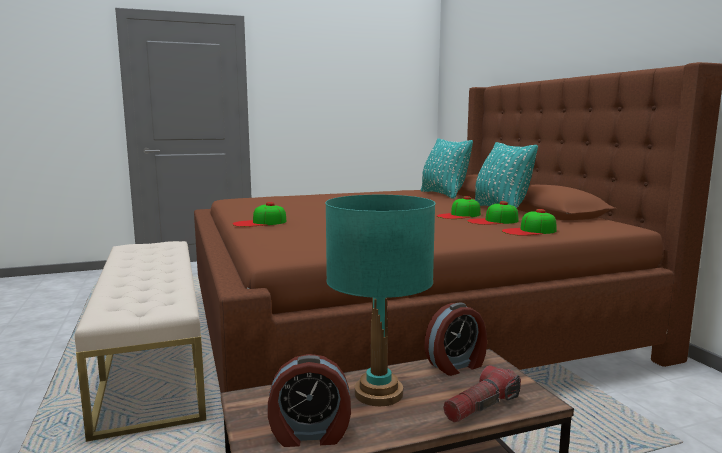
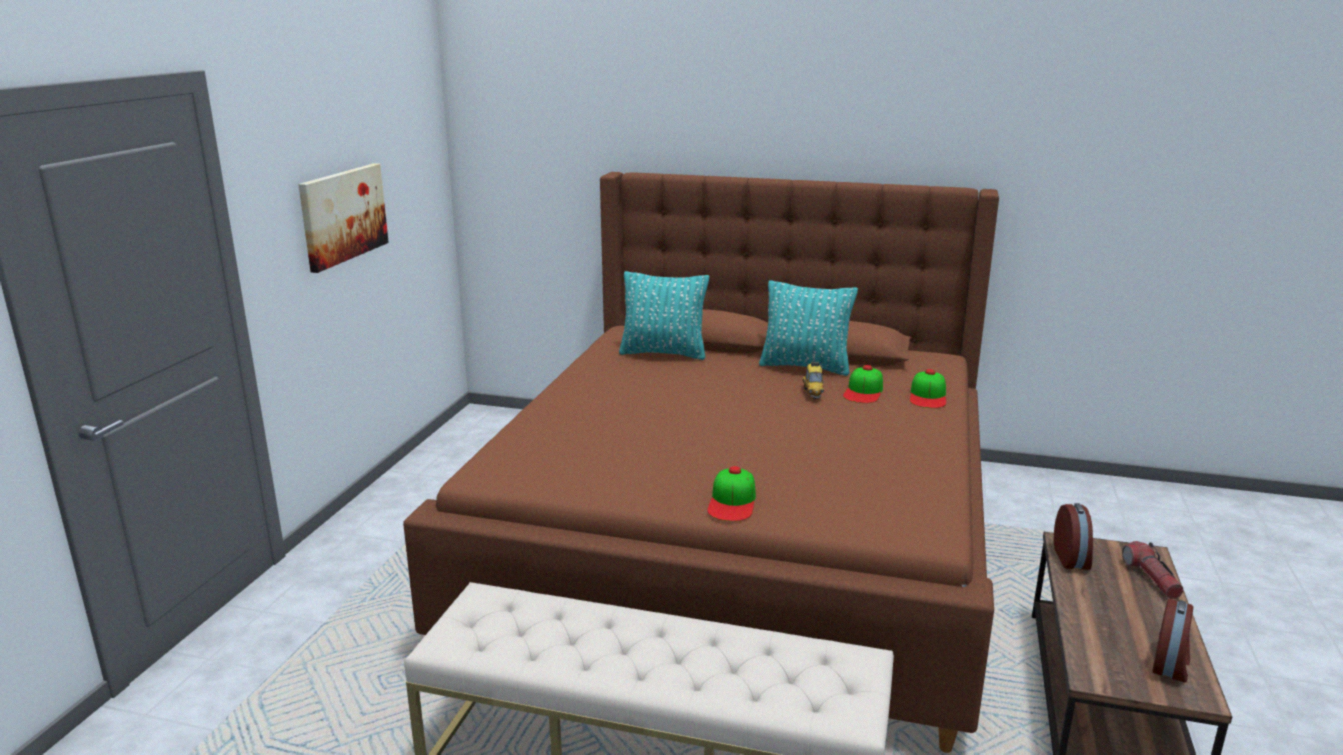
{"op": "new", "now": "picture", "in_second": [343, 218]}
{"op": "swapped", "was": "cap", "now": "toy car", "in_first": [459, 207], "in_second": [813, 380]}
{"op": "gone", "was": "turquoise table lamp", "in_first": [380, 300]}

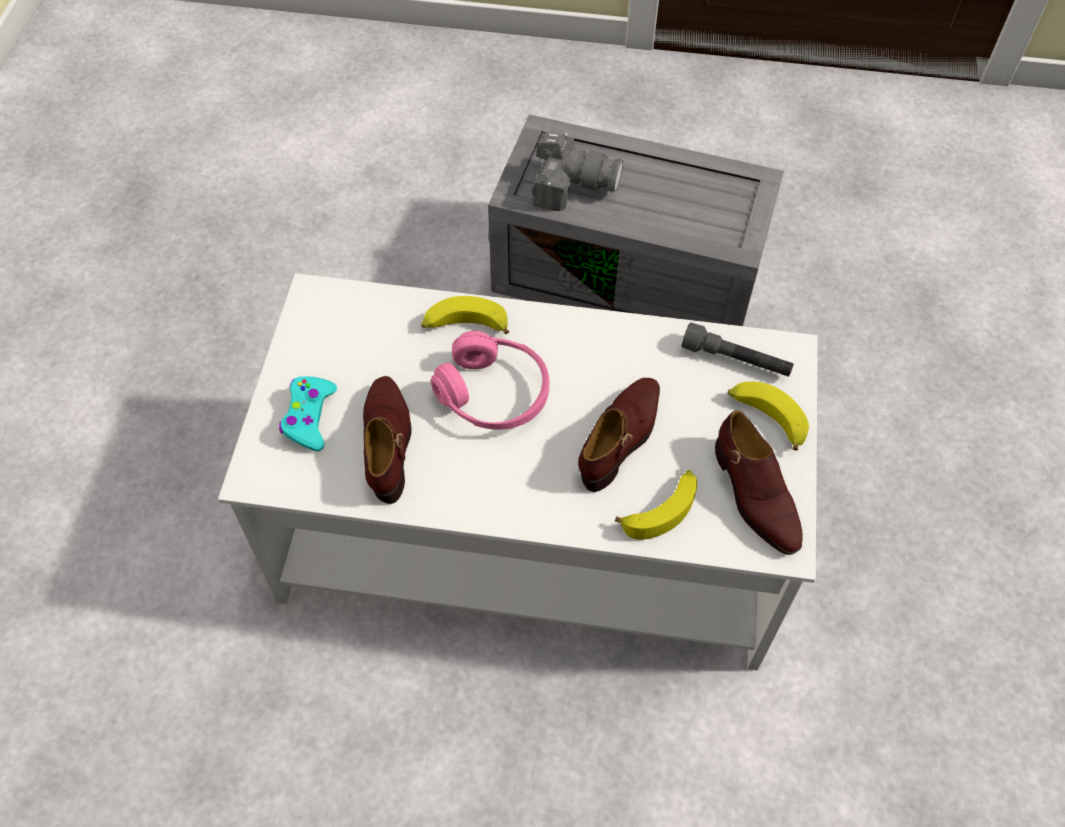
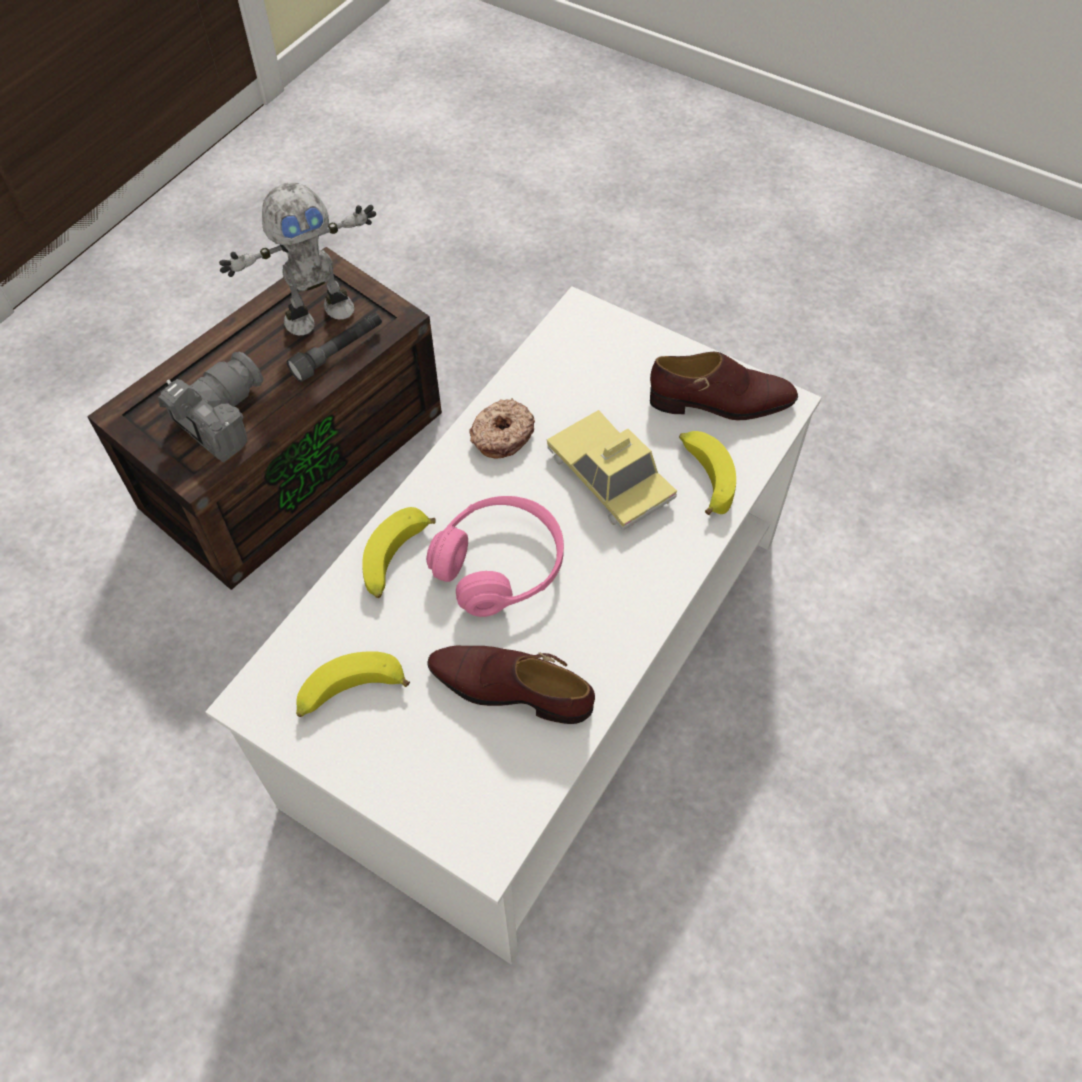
{"op": "repainted", "was": "grey storage box", "now": "brown storage box", "in_first": [636, 220], "in_second": [264, 418]}
{"op": "new", "now": "toy robot", "in_second": [297, 259]}
{"op": "shifted", "was": "grey flashlight", "in_first": [738, 349], "in_second": [334, 347]}
{"op": "shifted", "was": "banana", "in_first": [768, 416], "in_second": [353, 684]}
{"op": "new", "now": "donut", "in_second": [502, 428]}
{"op": "swapped", "was": "brown shoe", "now": "toy car", "in_first": [619, 435], "in_second": [612, 470]}
{"op": "gone", "was": "turquoise game controller", "in_first": [308, 413]}

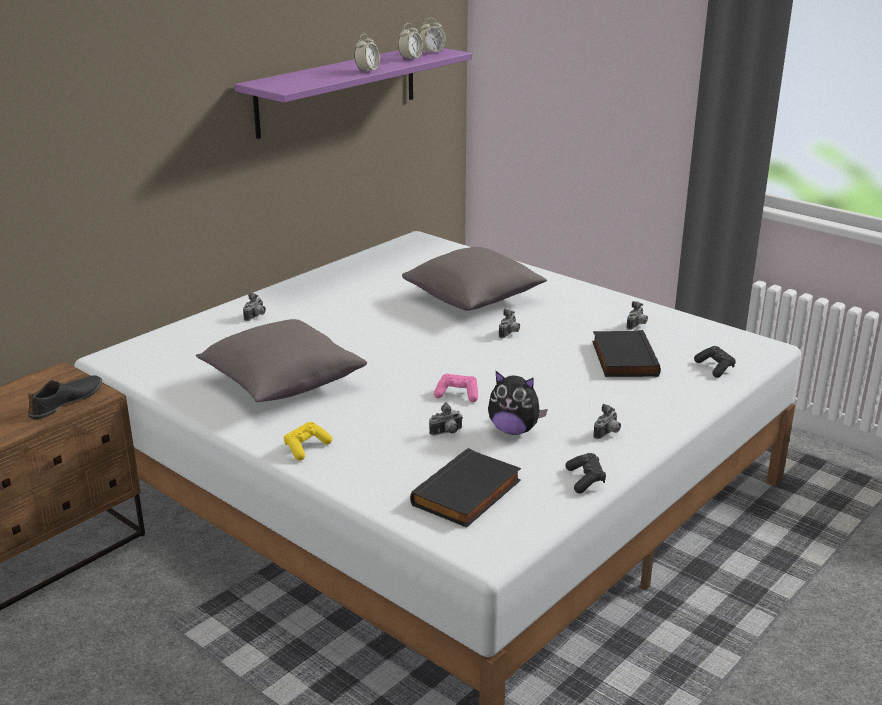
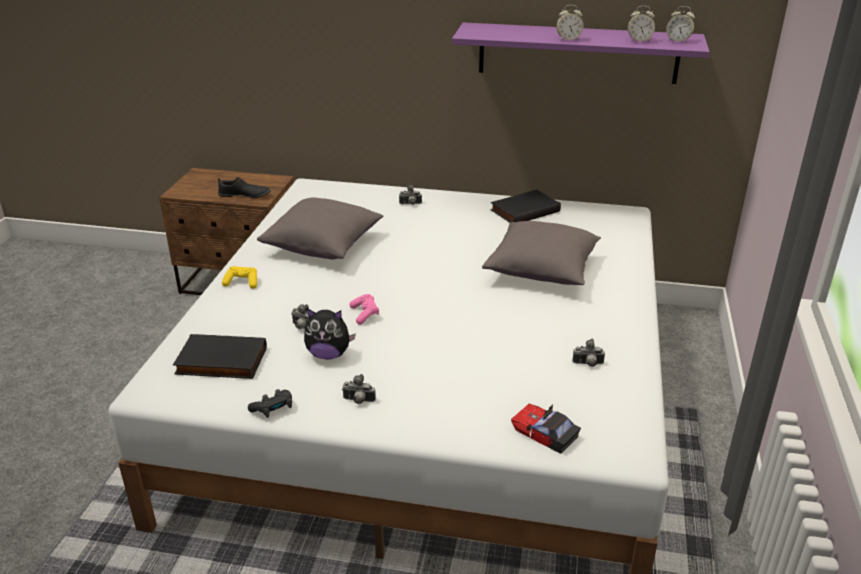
{"op": "rotated", "was": "plush toy", "in_first": [518, 403], "in_second": [330, 334], "clockwise": -75}
{"op": "shifted", "was": "black book", "in_first": [626, 353], "in_second": [525, 206]}
{"op": "swapped", "was": "black game controller", "now": "toy car", "in_first": [715, 362], "in_second": [546, 428]}
{"op": "gone", "was": "photo camera", "in_first": [509, 323]}

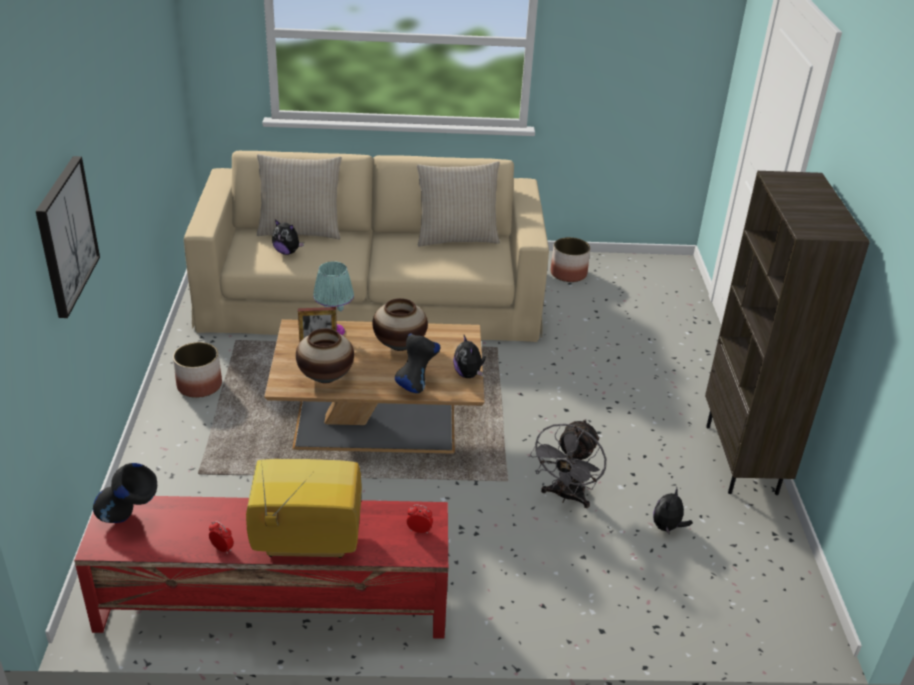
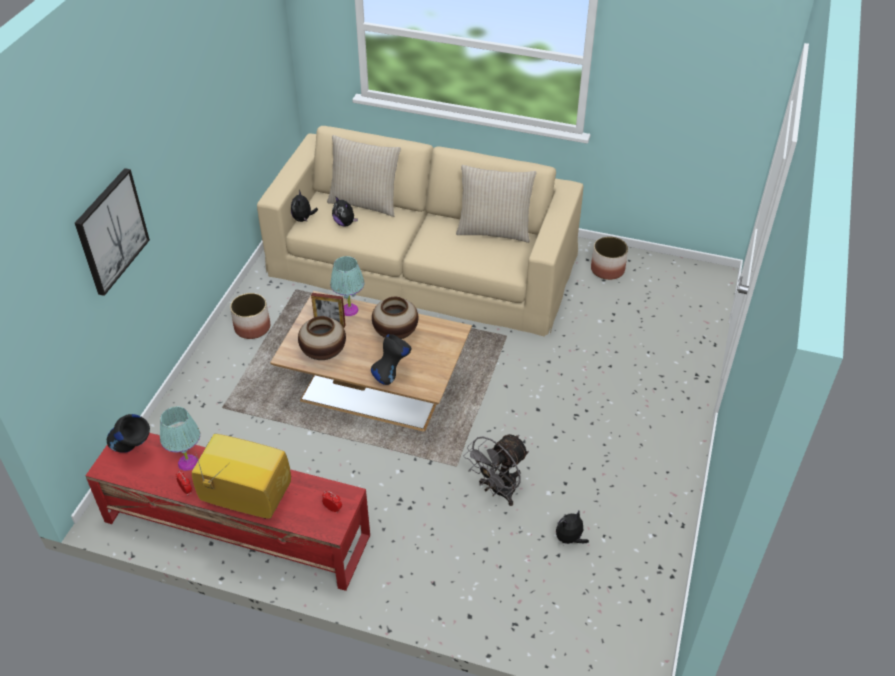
{"op": "new", "now": "turquoise table lamp", "in_second": [180, 438]}
{"op": "shifted", "was": "plush toy", "in_first": [469, 356], "in_second": [304, 206]}
{"op": "gone", "was": "brown bookcase", "in_first": [787, 333]}

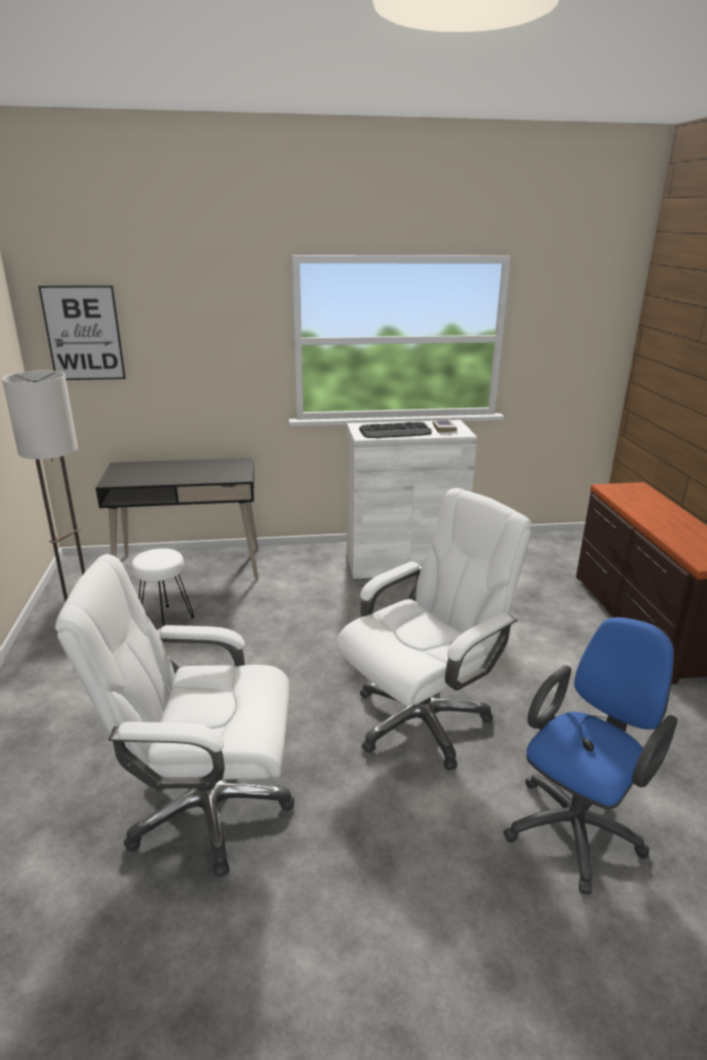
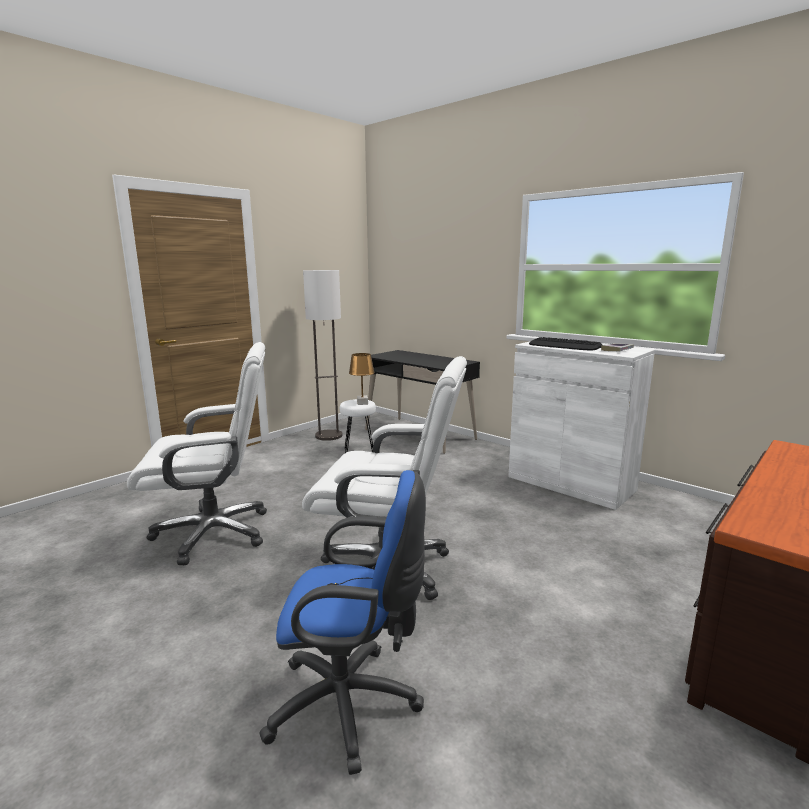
{"op": "rotated", "was": "white office chair", "in_first": [174, 715], "in_second": [197, 453], "clockwise": 120}
{"op": "new", "now": "brown table lamp", "in_second": [362, 379]}
{"op": "gone", "was": "picture", "in_first": [82, 332]}

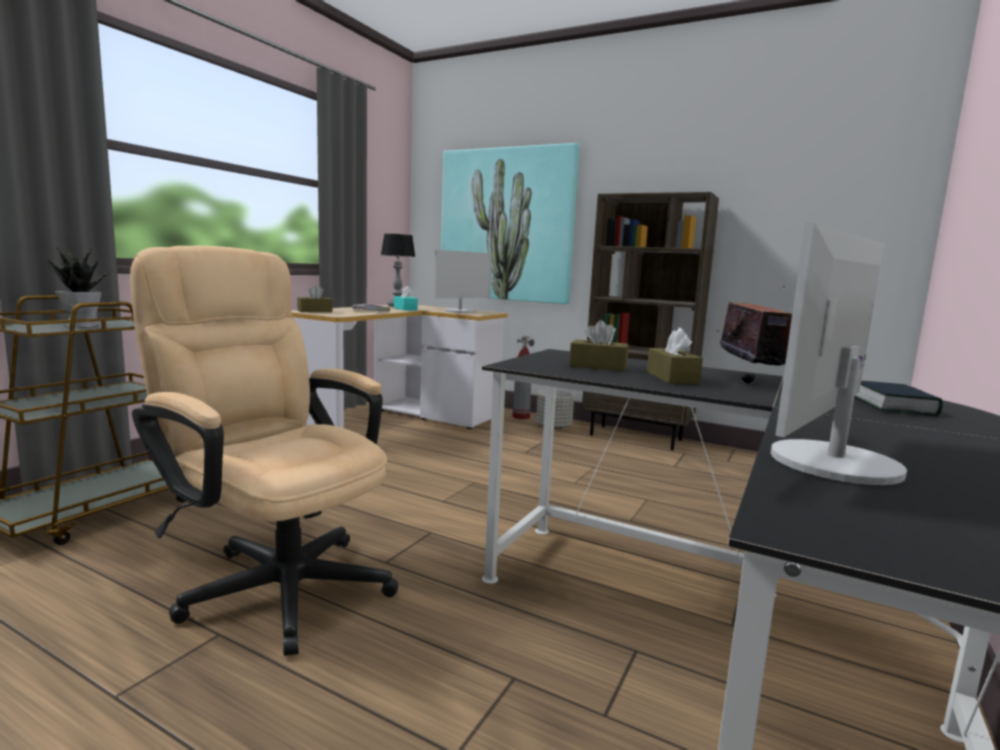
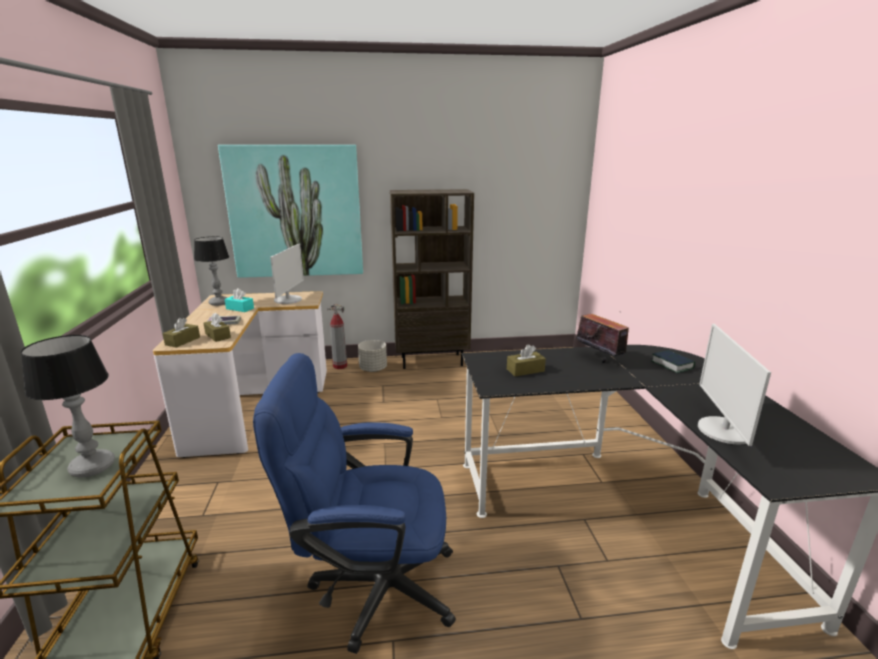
{"op": "swapped", "was": "potted plant", "now": "table lamp", "in_first": [80, 287], "in_second": [68, 406]}
{"op": "shifted", "was": "brown tissue box", "in_first": [675, 356], "in_second": [217, 327]}
{"op": "repainted", "was": "beige office chair", "now": "blue office chair", "in_first": [264, 451], "in_second": [354, 503]}

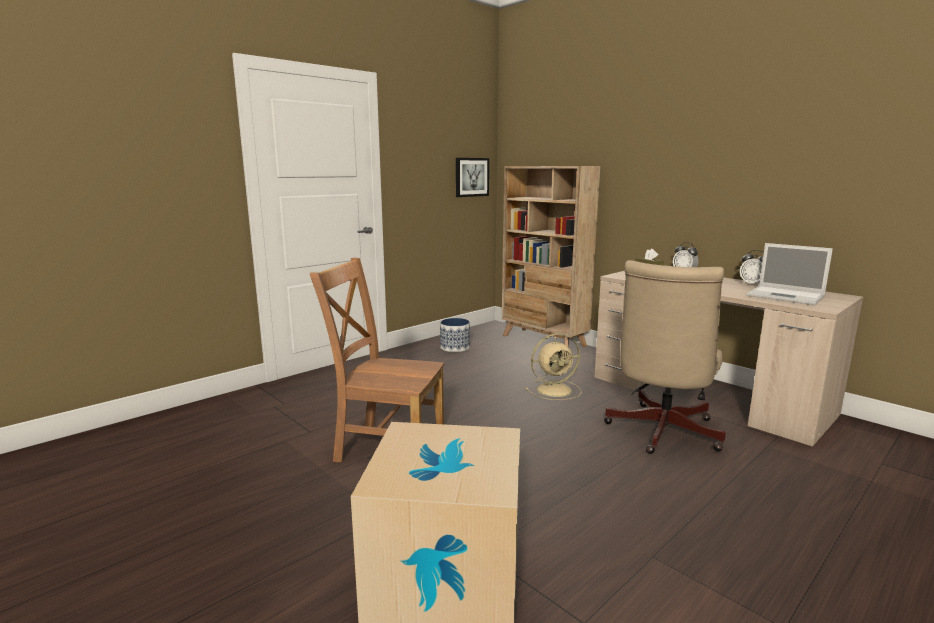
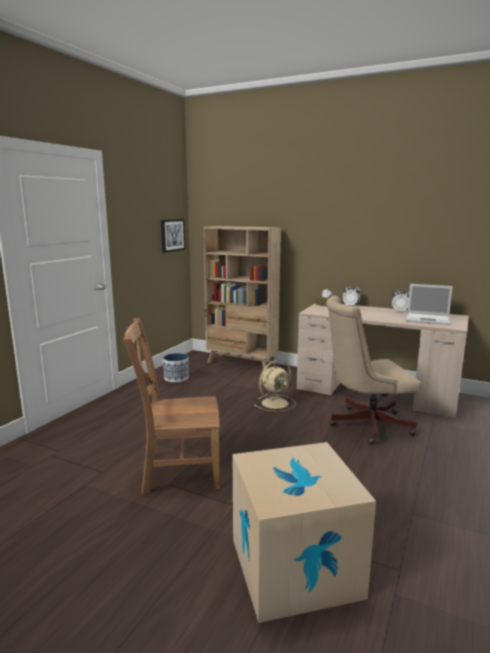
{"op": "rotated", "was": "beige office chair", "in_first": [665, 357], "in_second": [373, 370], "clockwise": 75}

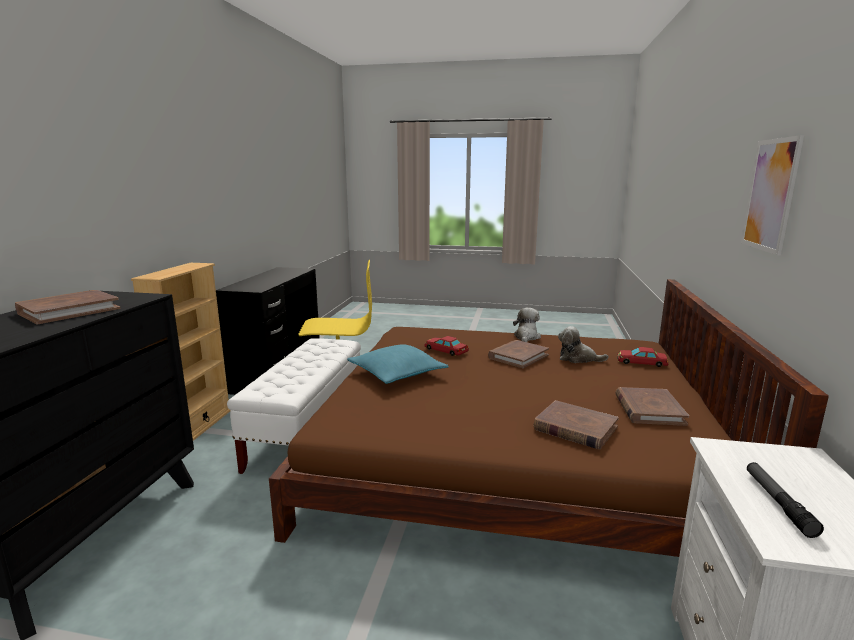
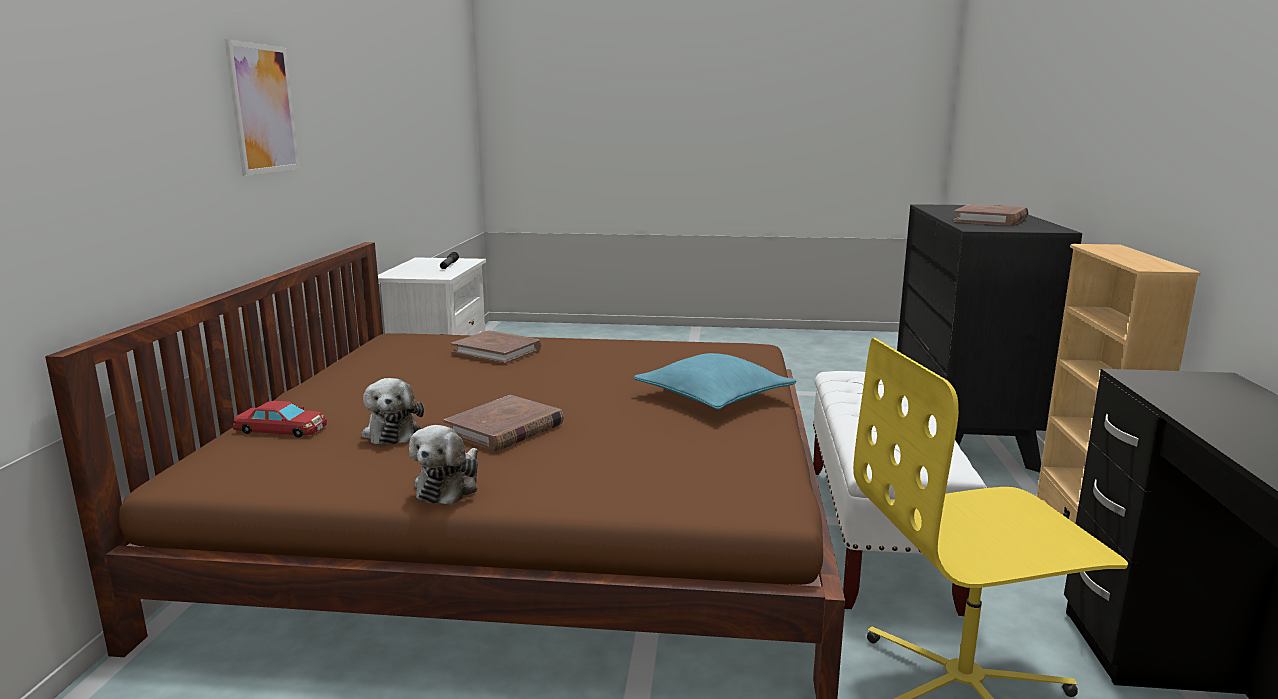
{"op": "rotated", "was": "plush toy", "in_first": [583, 344], "in_second": [392, 411], "clockwise": 60}
{"op": "gone", "was": "red toy car", "in_first": [447, 346]}
{"op": "gone", "was": "brown book", "in_first": [652, 406]}

